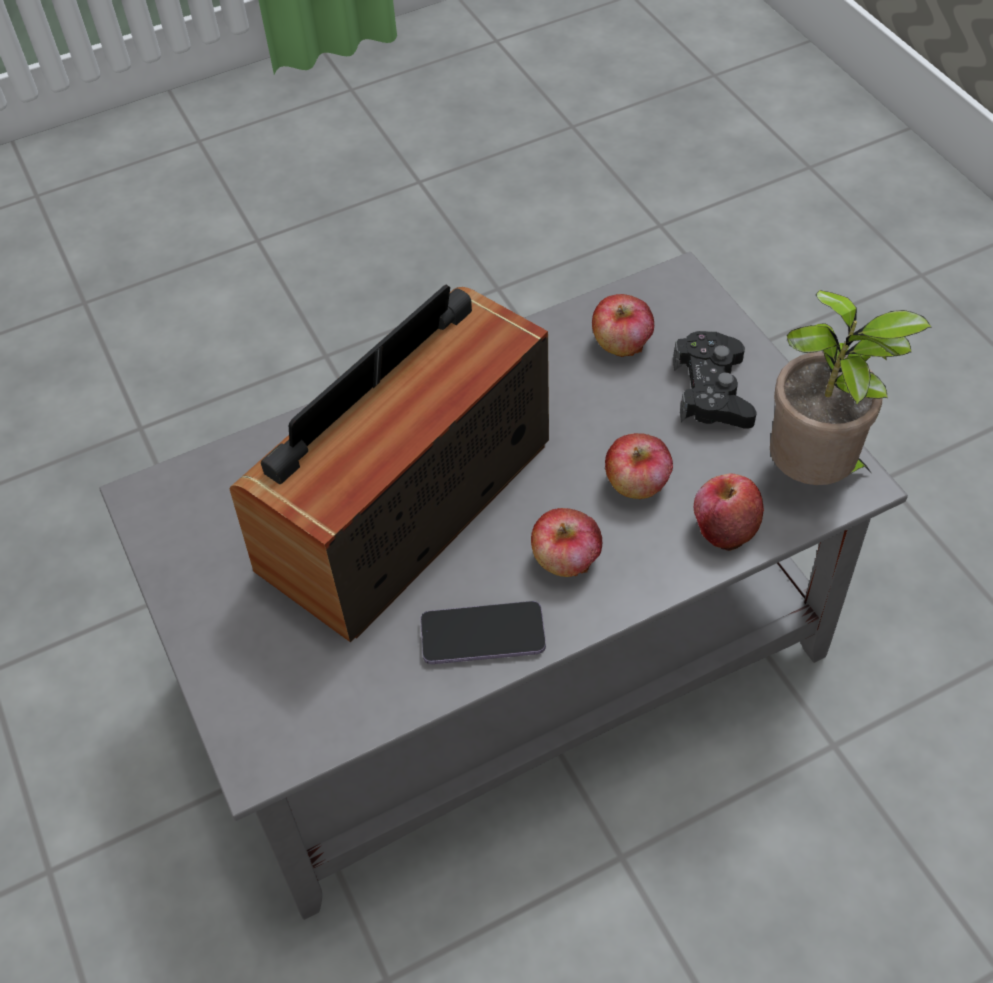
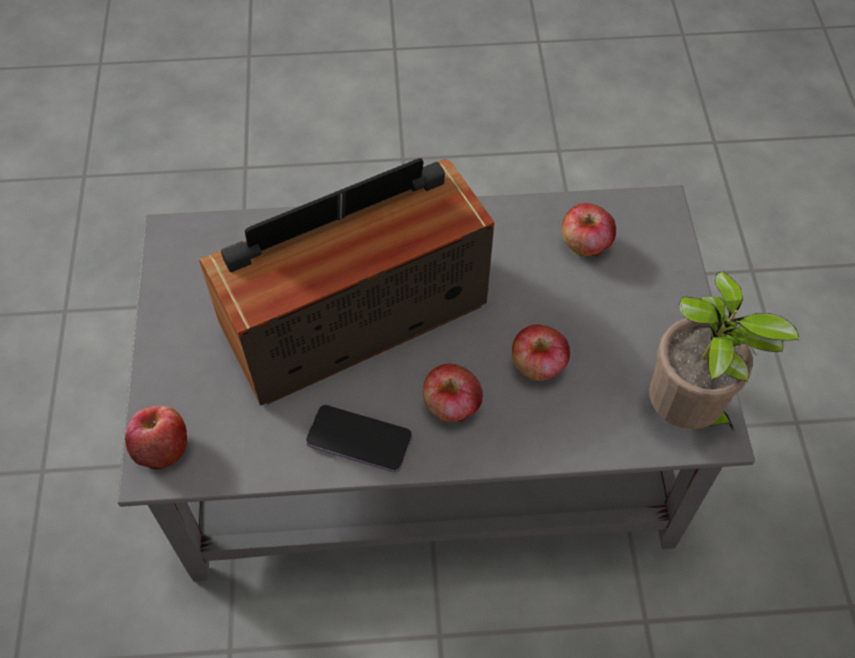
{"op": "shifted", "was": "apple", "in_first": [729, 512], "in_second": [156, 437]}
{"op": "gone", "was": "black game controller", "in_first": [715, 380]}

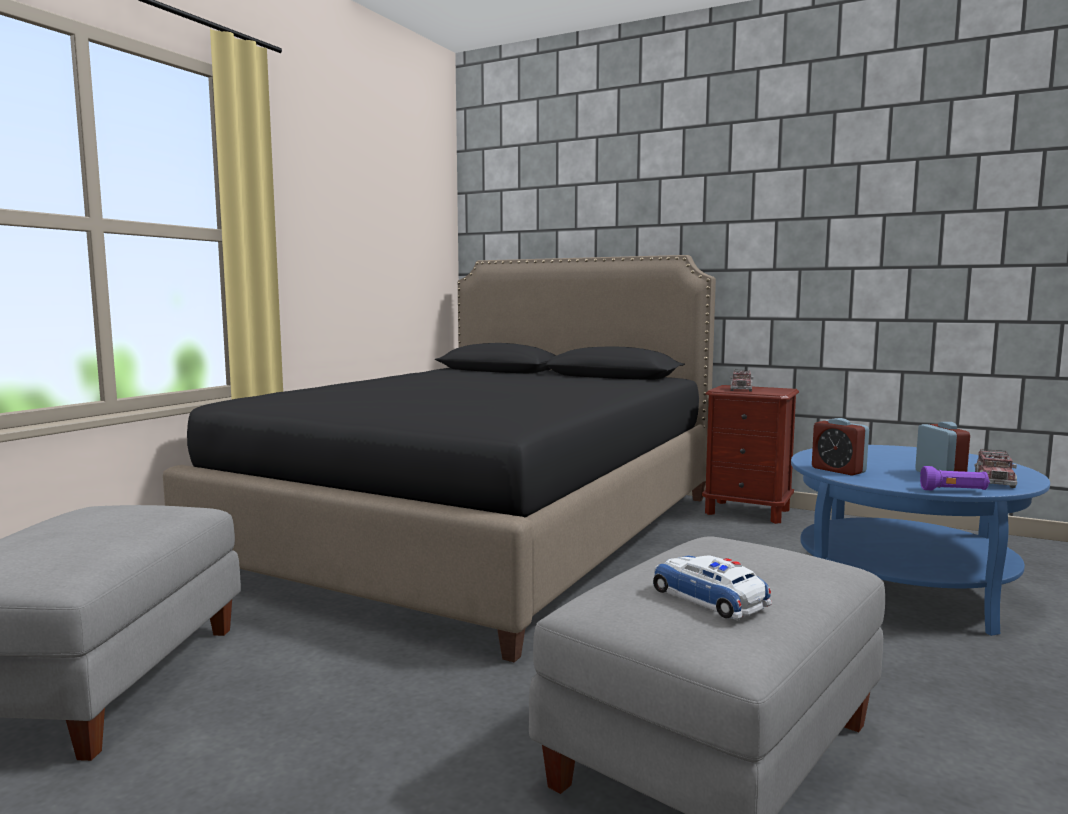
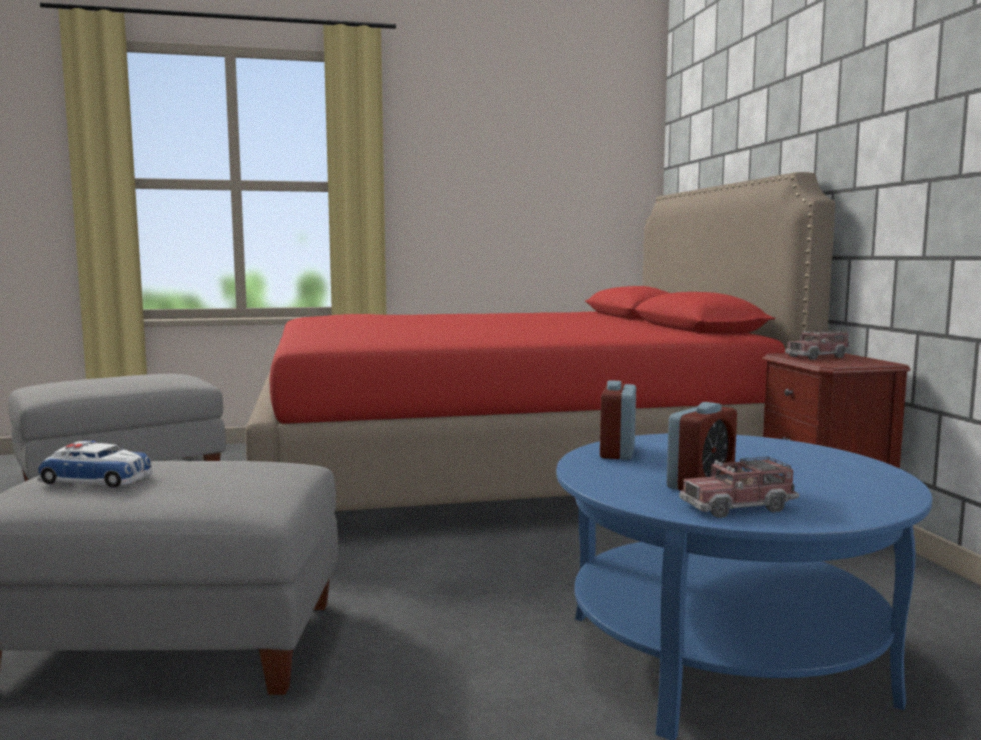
{"op": "rotated", "was": "toy car", "in_first": [712, 587], "in_second": [94, 464], "clockwise": 90}
{"op": "repainted", "was": "black bed", "now": "red bed", "in_first": [439, 458], "in_second": [540, 341]}
{"op": "gone", "was": "purple flashlight", "in_first": [955, 478]}

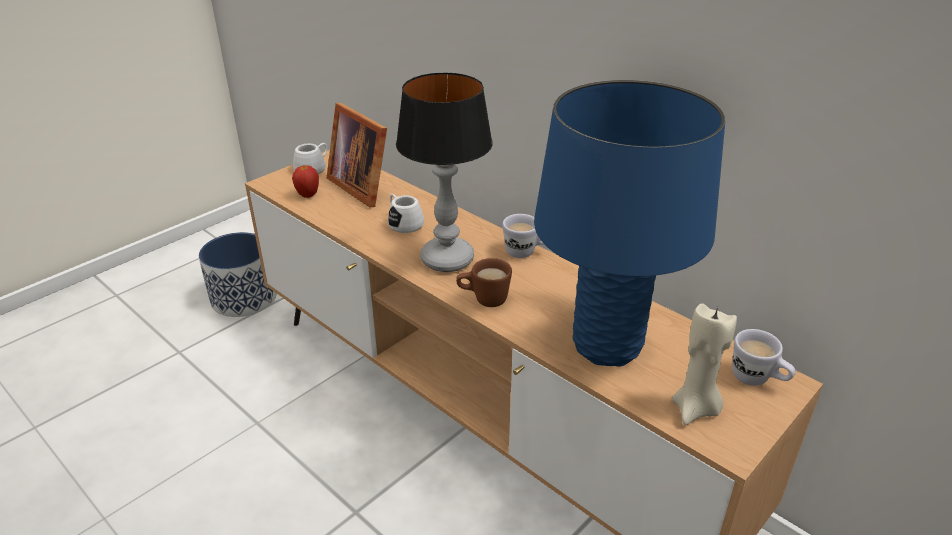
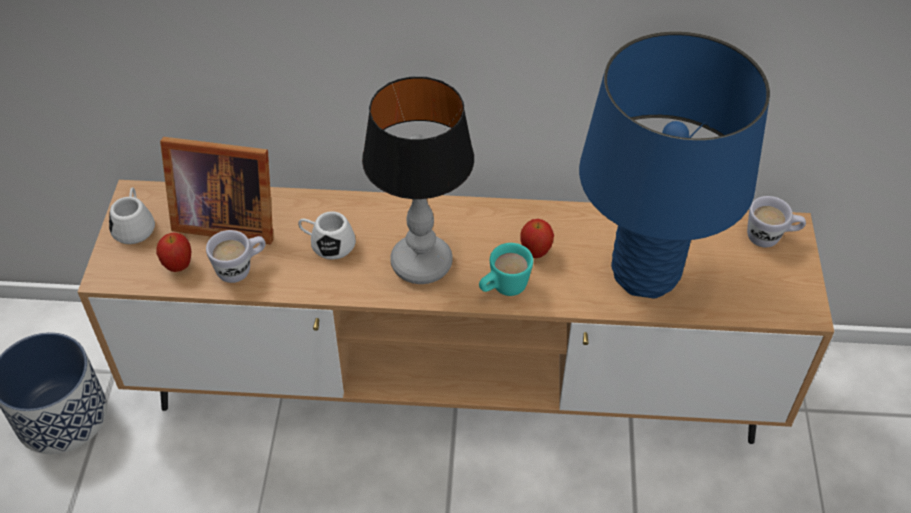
{"op": "shifted", "was": "white mug", "in_first": [524, 236], "in_second": [236, 256]}
{"op": "repainted", "was": "brown mug", "now": "turquoise mug", "in_first": [484, 282], "in_second": [506, 269]}
{"op": "new", "now": "apple", "in_second": [537, 238]}
{"op": "gone", "was": "beige candle", "in_first": [704, 364]}

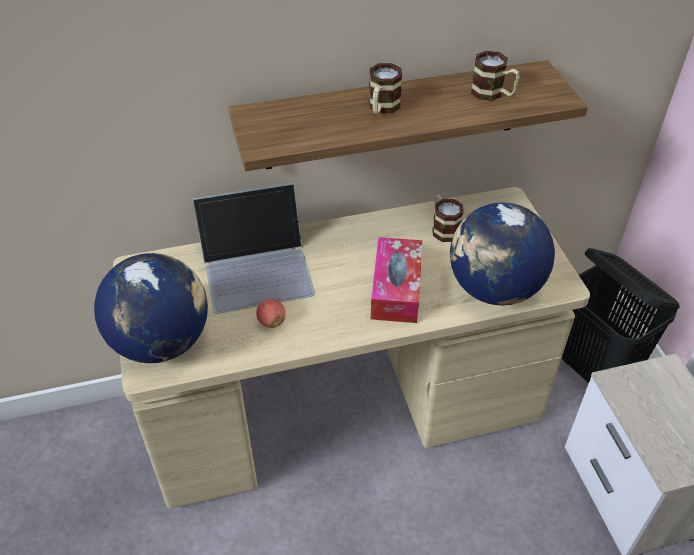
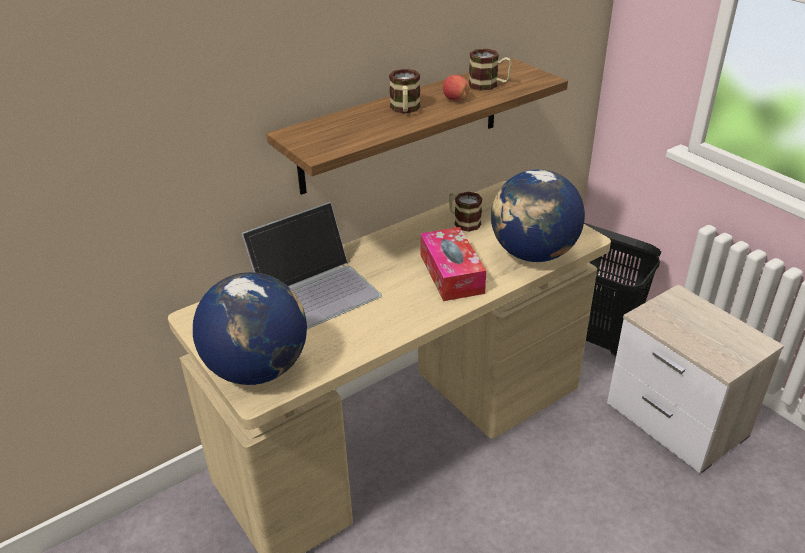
{"op": "shifted", "was": "apple", "in_first": [271, 313], "in_second": [456, 88]}

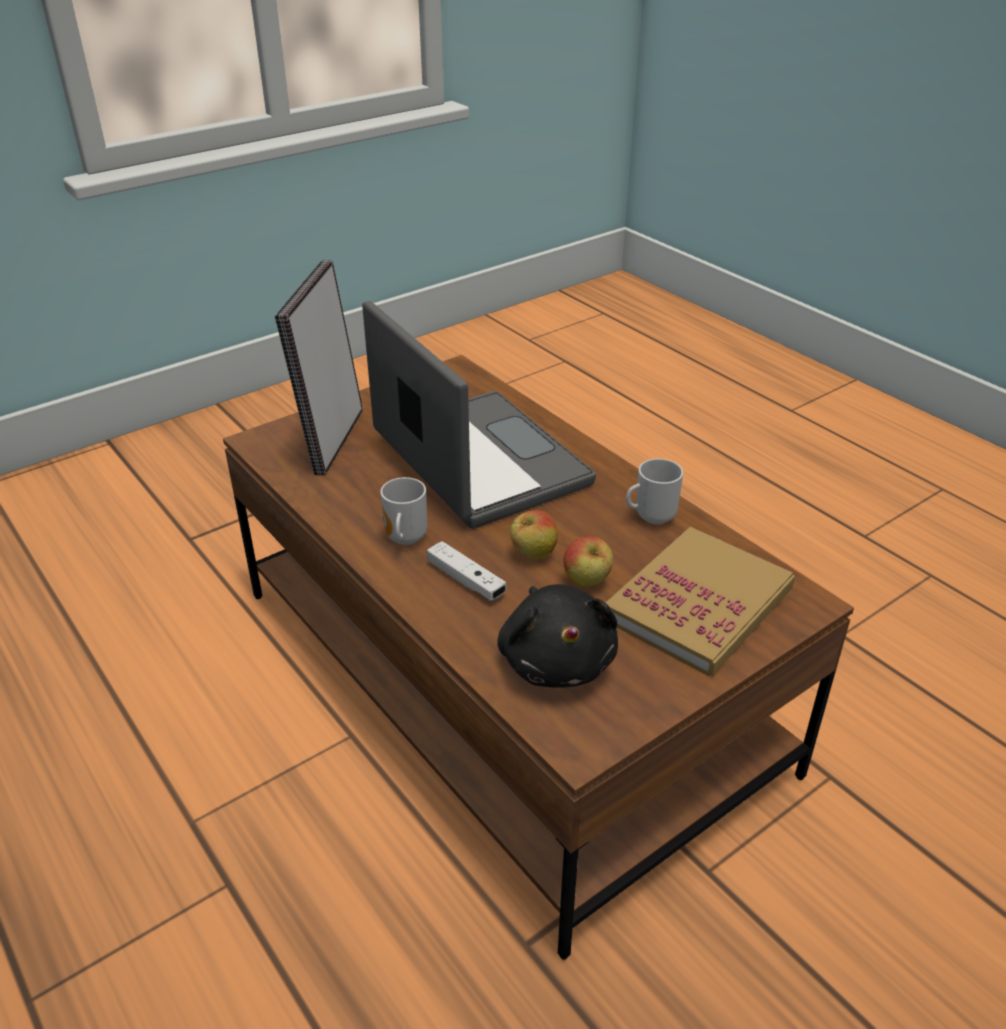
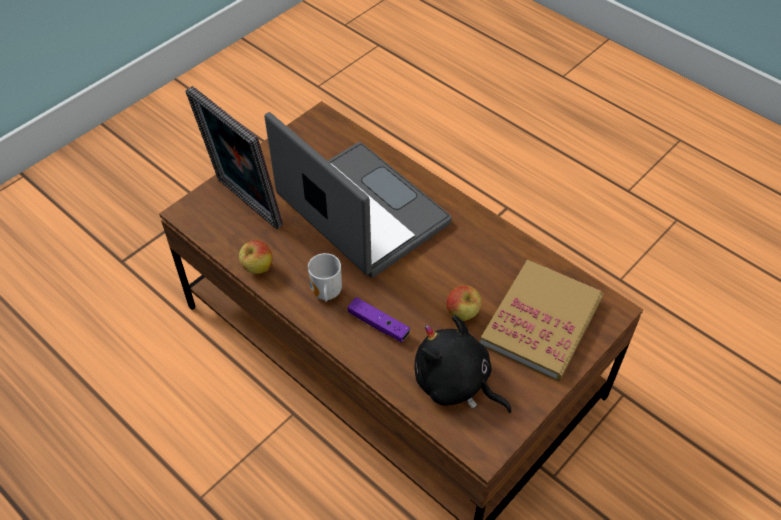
{"op": "rotated", "was": "picture frame", "in_first": [319, 367], "in_second": [234, 157], "clockwise": -45}
{"op": "shifted", "was": "apple", "in_first": [534, 534], "in_second": [256, 257]}
{"op": "repainted", "was": "white game controller", "now": "purple game controller", "in_first": [466, 571], "in_second": [379, 319]}
{"op": "rotated", "was": "black plush toy", "in_first": [557, 636], "in_second": [463, 364], "clockwise": 150}
{"op": "gone", "was": "mug", "in_first": [654, 491]}

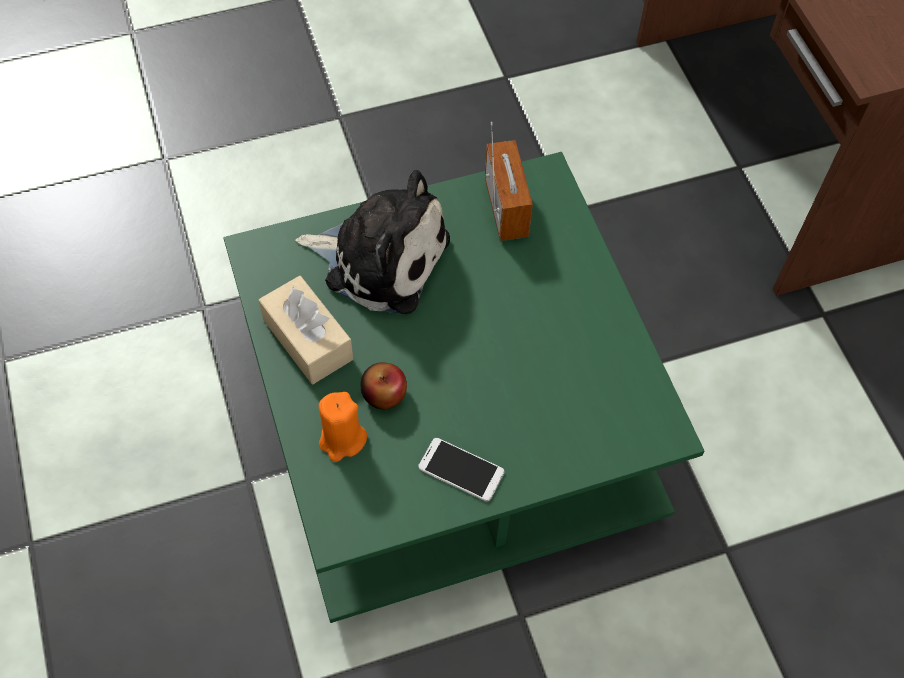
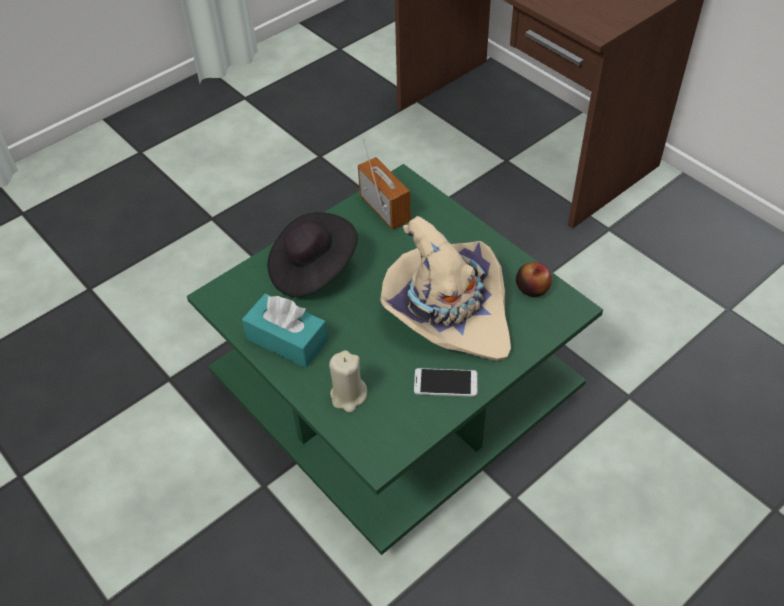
{"op": "repainted", "was": "beige tissue box", "now": "turquoise tissue box", "in_first": [306, 330], "in_second": [285, 330]}
{"op": "swapped", "was": "plush toy", "now": "black hat", "in_first": [372, 242], "in_second": [312, 254]}
{"op": "repainted", "was": "orange candle", "now": "beige candle", "in_first": [343, 427], "in_second": [348, 381]}
{"op": "new", "now": "beige hat", "in_second": [445, 288]}
{"op": "shifted", "was": "apple", "in_first": [383, 386], "in_second": [533, 279]}

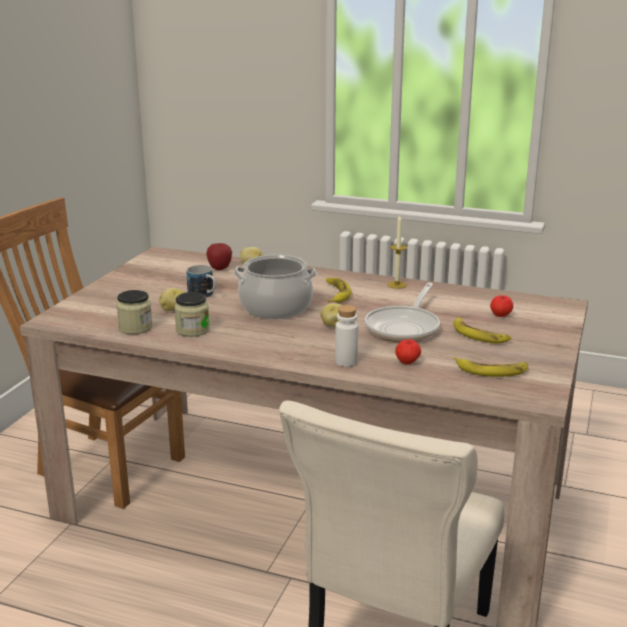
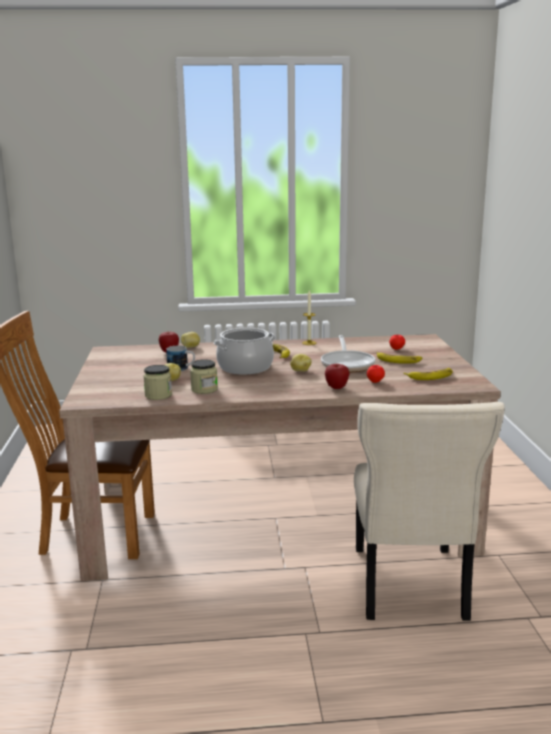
{"op": "swapped", "was": "white bottle", "now": "apple", "in_first": [346, 336], "in_second": [337, 376]}

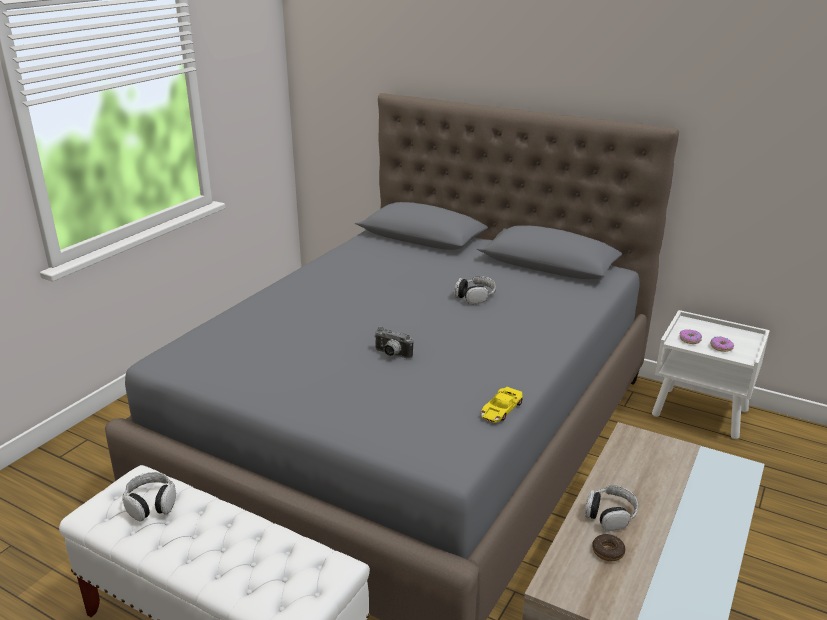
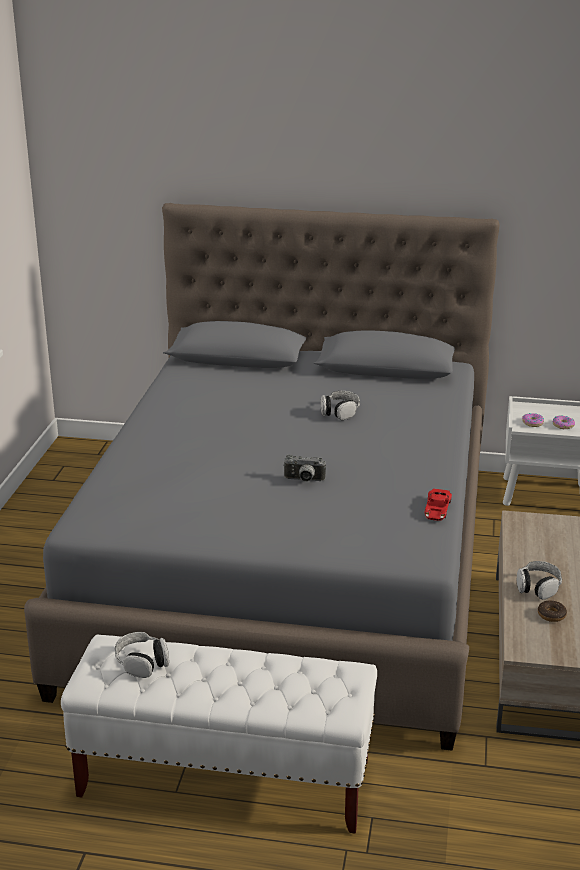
{"op": "repainted", "was": "yellow toy car", "now": "red toy car", "in_first": [502, 405], "in_second": [438, 504]}

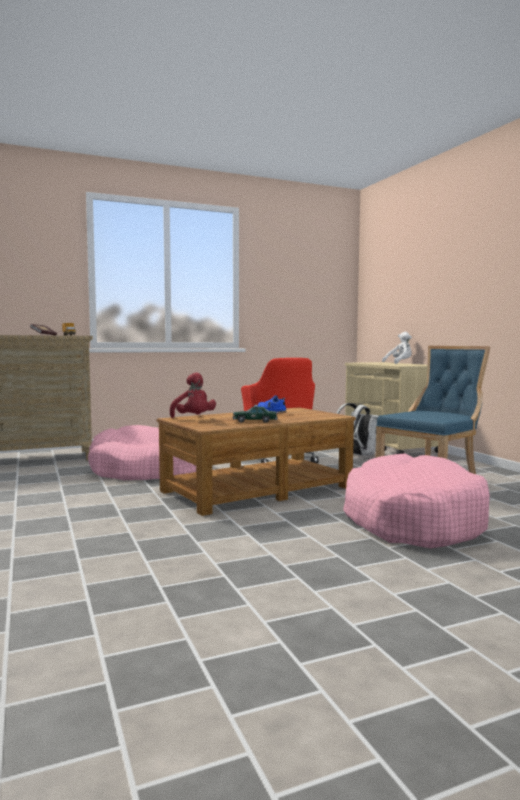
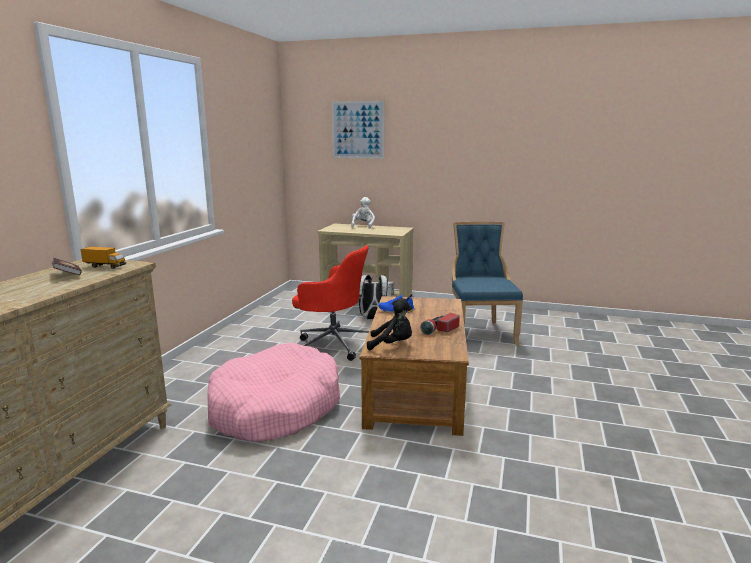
{"op": "new", "now": "picture", "in_second": [358, 130]}
{"op": "repainted", "was": "red plush toy", "now": "black plush toy", "in_first": [193, 395], "in_second": [389, 324]}
{"op": "swapped", "was": "toy car", "now": "flashlight", "in_first": [255, 414], "in_second": [440, 324]}
{"op": "gone", "was": "pink dog bed", "in_first": [416, 500]}

